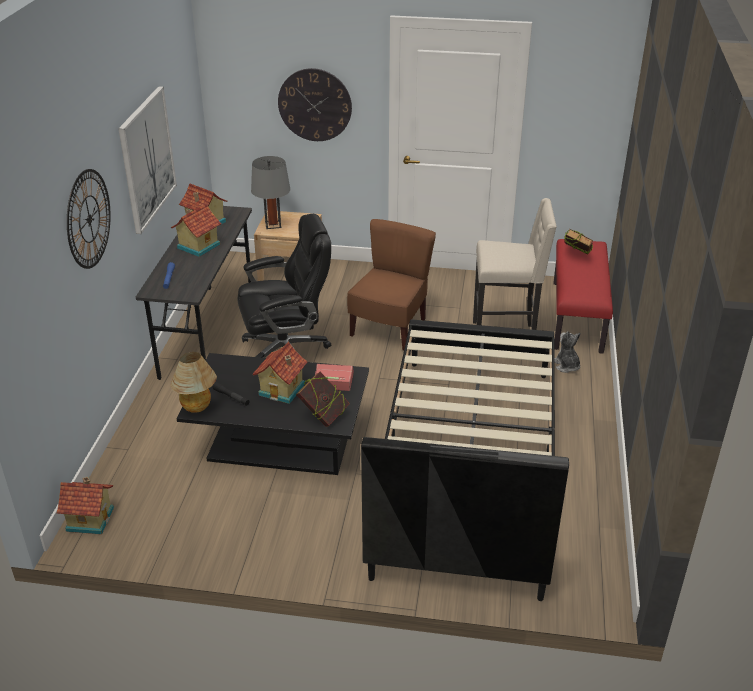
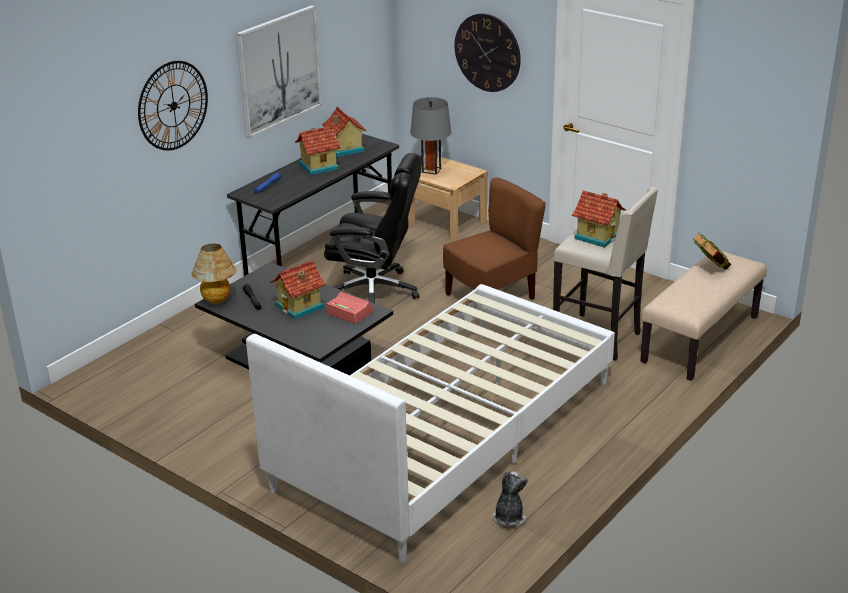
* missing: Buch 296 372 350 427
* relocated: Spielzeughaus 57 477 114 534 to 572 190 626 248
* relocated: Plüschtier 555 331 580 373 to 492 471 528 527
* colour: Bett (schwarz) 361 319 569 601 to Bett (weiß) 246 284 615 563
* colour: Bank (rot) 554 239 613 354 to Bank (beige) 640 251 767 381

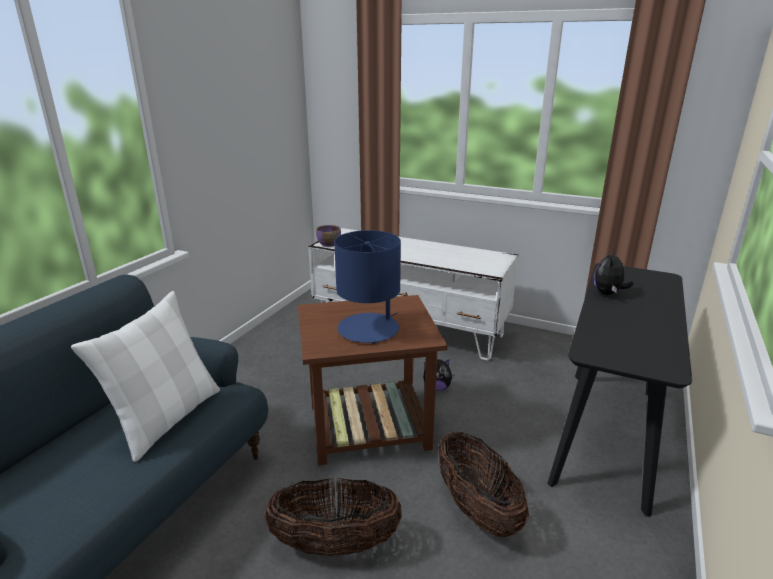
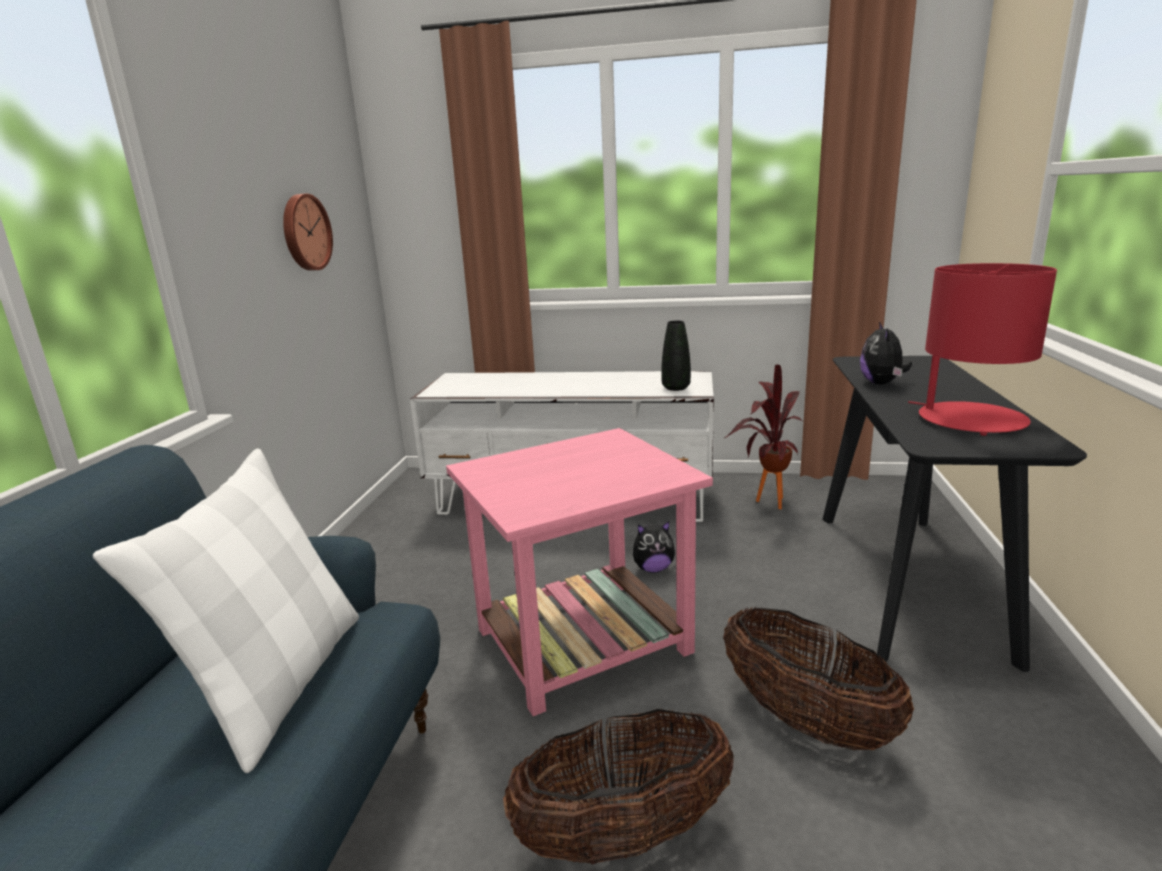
* missing: Schüssel (lila) 316 225 341 247
* missing: Tischlampe (blau) 334 230 401 344
* appeared: Wanduhr 283 194 333 271
* appeared: Vase (schwarz) 661 321 691 391
* appeared: Topfpflanze 725 364 802 509
* appeared: Tischlampe (rot) 908 263 1057 436
* colour: Beistelltisch (braun) 298 295 448 465 to Beistelltisch (rosa) 446 428 713 716

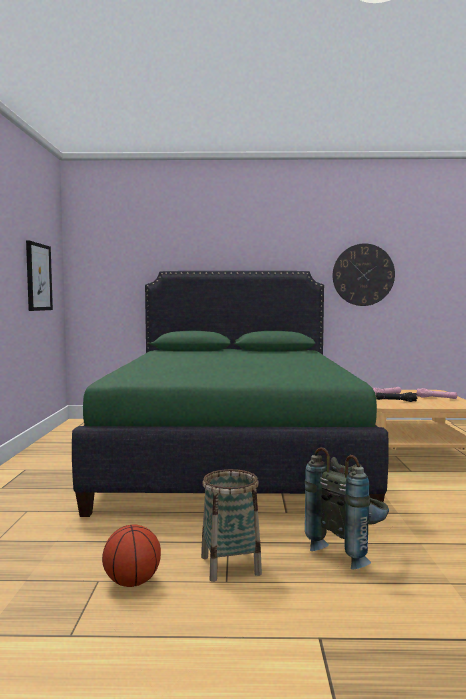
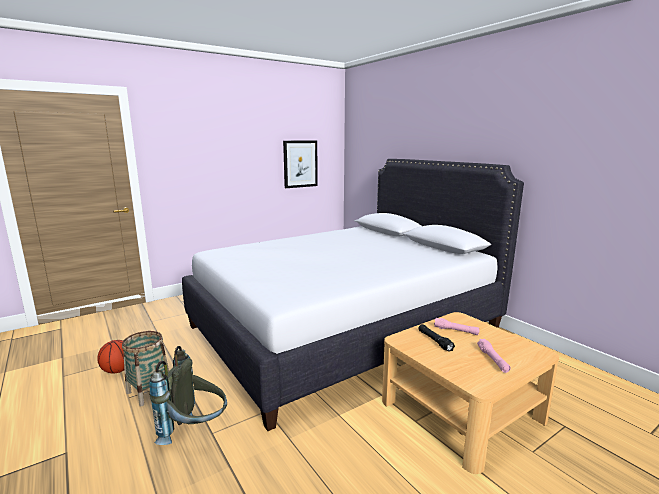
* missing: Wanduhr 333 243 395 306
* colour: Bett (grün) 72 271 389 517 to Bett (weiß) 182 159 524 431

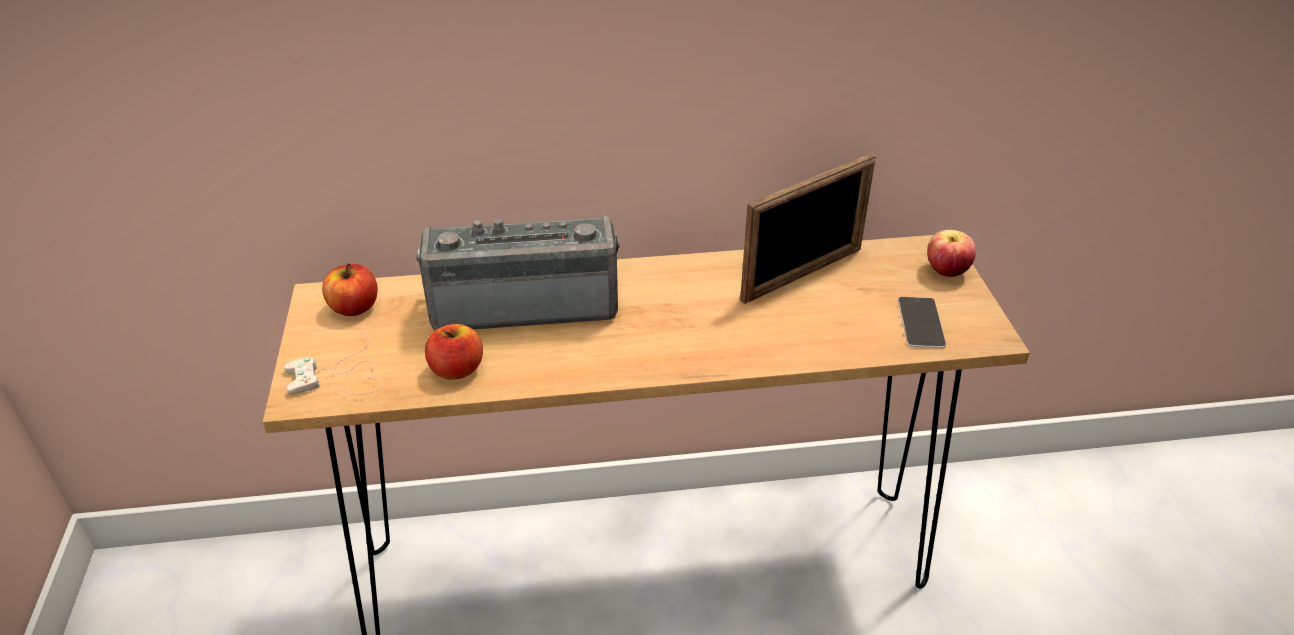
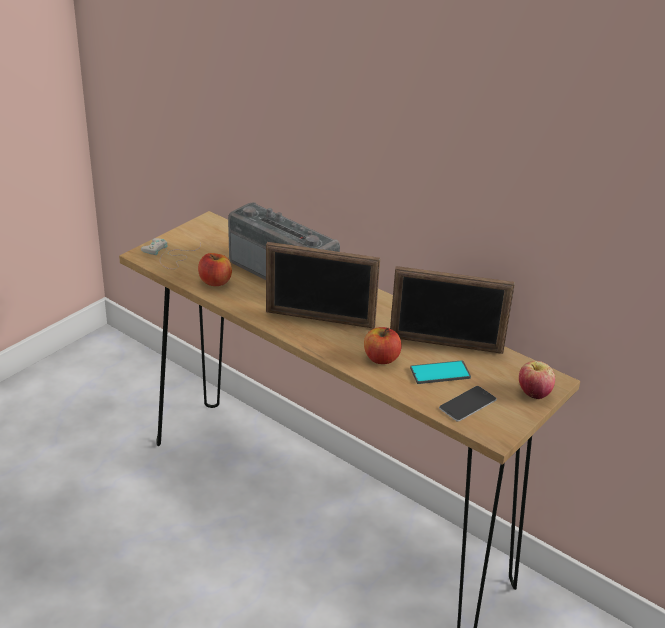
* appeared: Bilderrahmen 266 242 380 329
* appeared: Handy 410 360 471 384
* relocated: Apfel 322 263 378 316 to 364 327 402 364

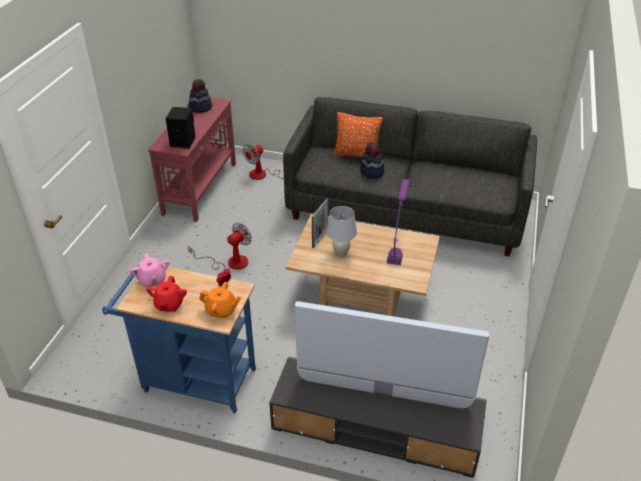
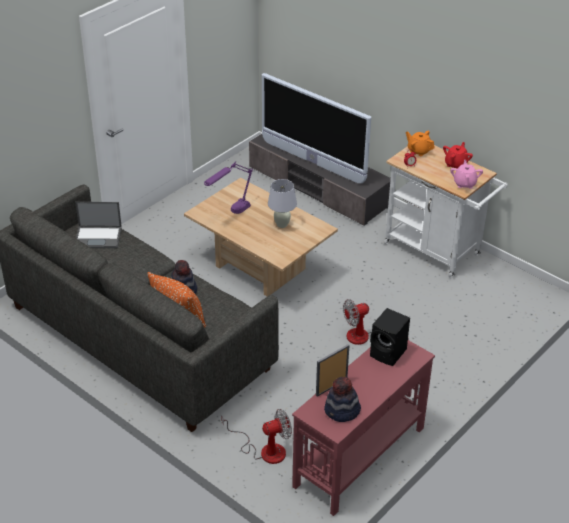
* appeared: Laptop 75 202 122 248
* relocated: Bilderrahmen 312 199 328 248 to 316 344 349 397
* colour: Rollwagen (blau) 102 266 256 413 to Rollwagen (weiß) 384 145 508 278

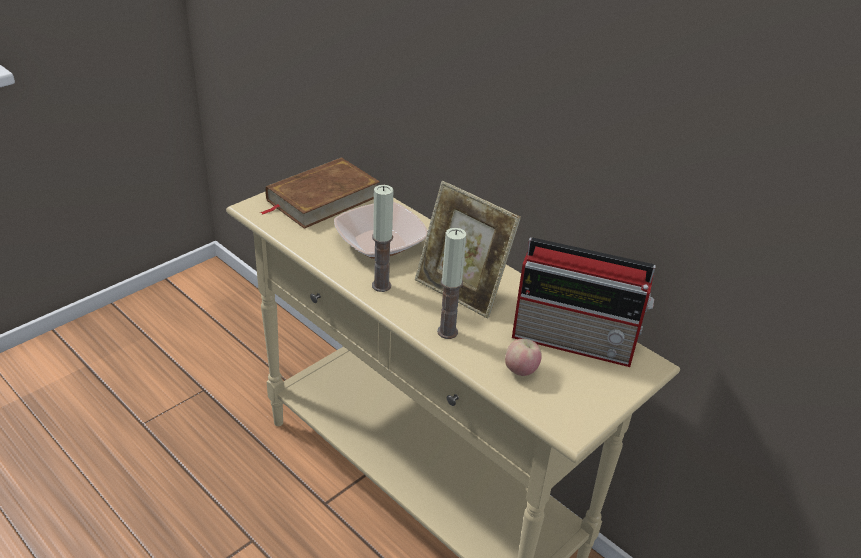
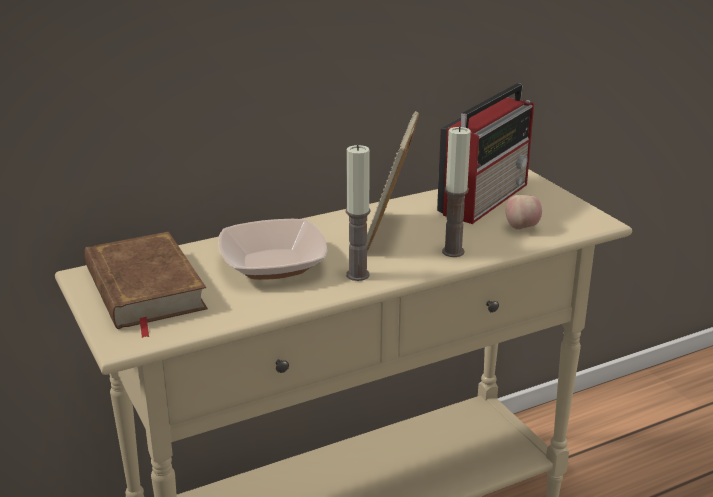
* spun: Bilderrahmen 415 181 521 318 = 366 111 419 251 135 degrees clockwise

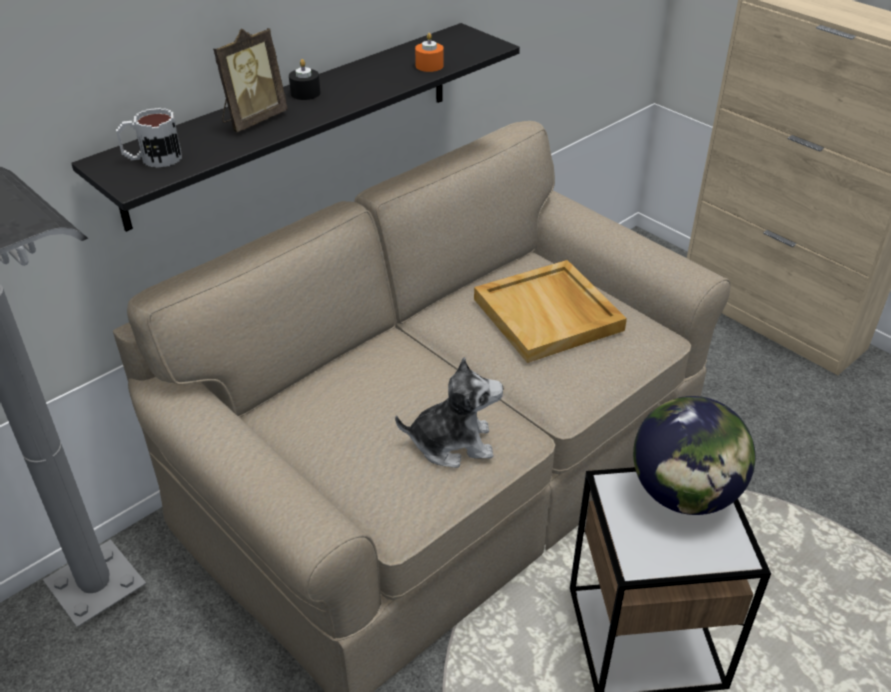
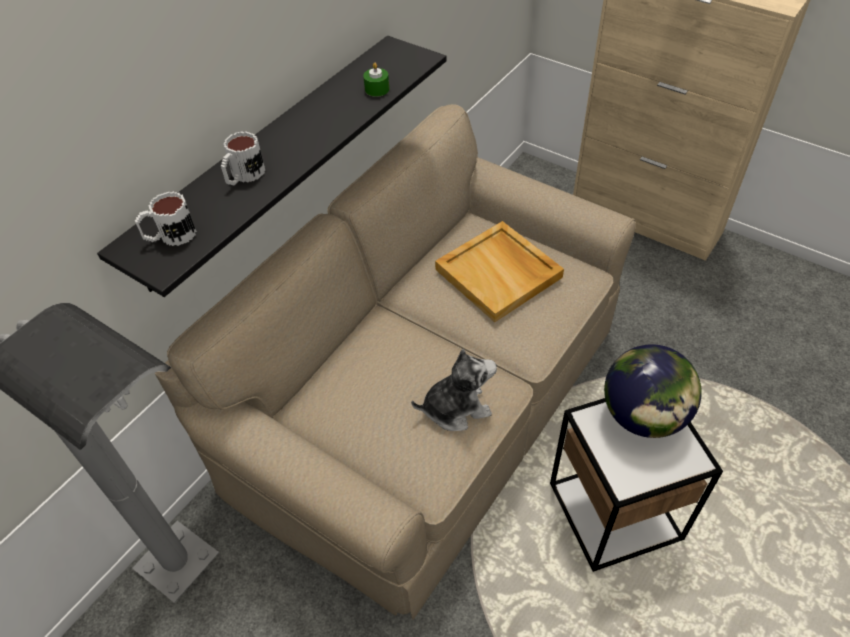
* missing: Kerze (schwarz) 289 59 321 100
* exchanged: Bilderrahmen 213 28 288 132 to Henkelbecher 221 131 265 185
* colour: Kerze (orange) 415 33 444 72 to Kerze (grün) 363 63 389 97

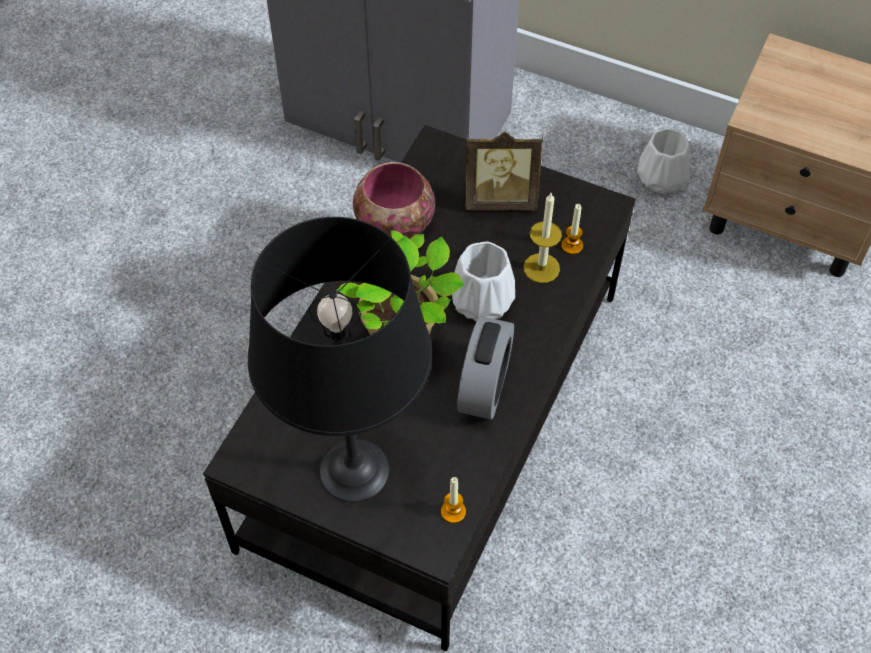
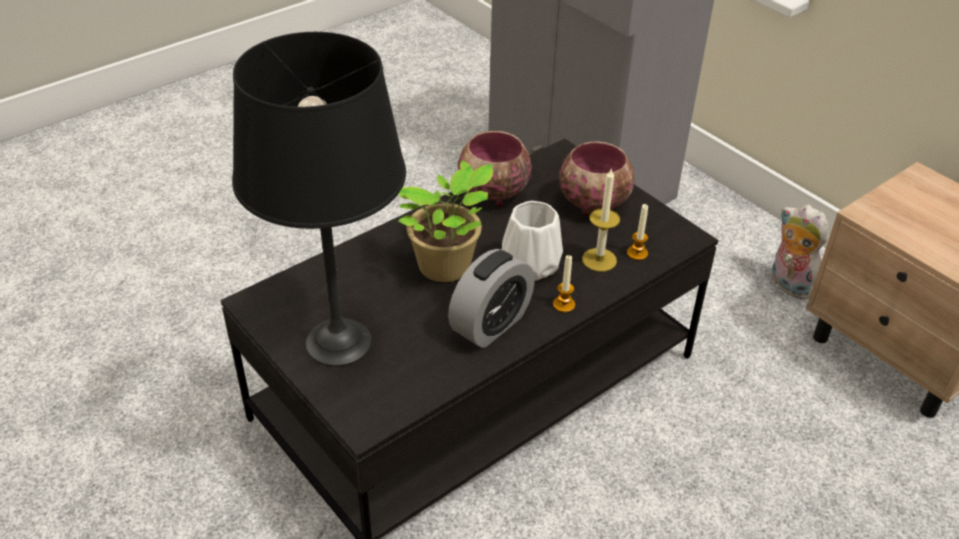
* relocated: Kerze 441 477 466 523 to 553 255 575 313
* exchanged: Bilderrahmen 465 132 543 210 to Schüssel 559 142 635 215
* exchanged: Vase (weiß) 637 129 690 194 to Plüschtier 772 204 828 299

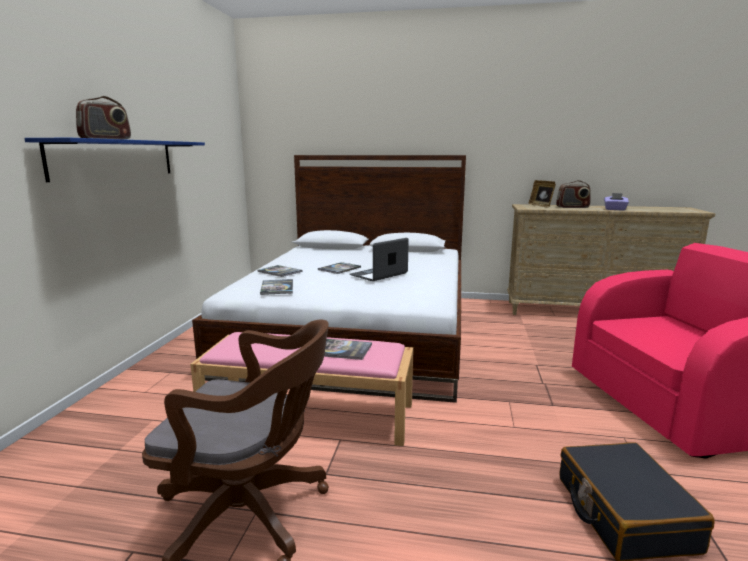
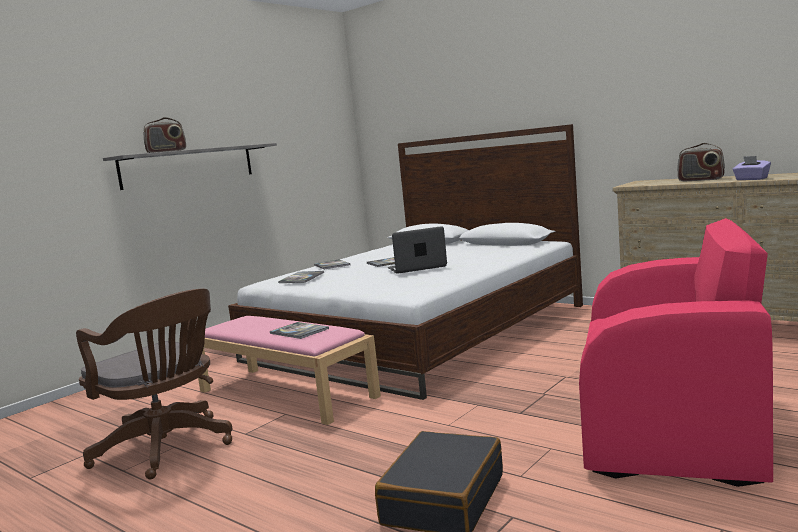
* missing: Bilderrahmen 529 180 556 208
* colour: Wandregal (blau) 24 138 205 182 to Wandregal (grau) 103 143 277 190

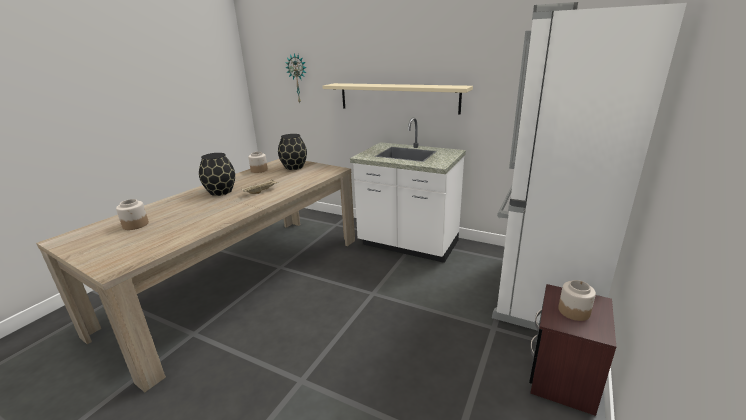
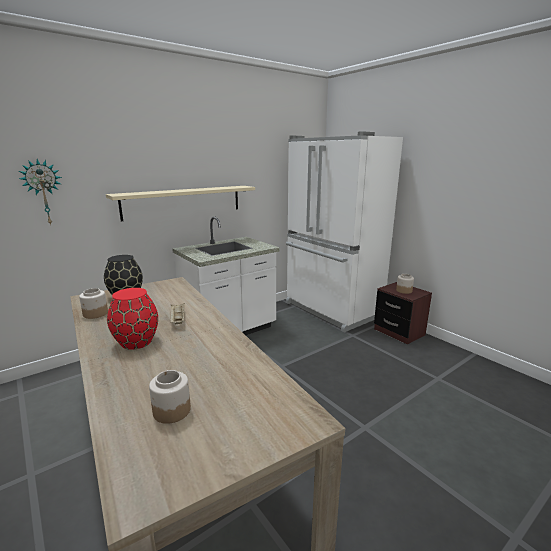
* colour: Vase (schwarz) 199 153 235 196 to Vase (rot) 107 288 158 350

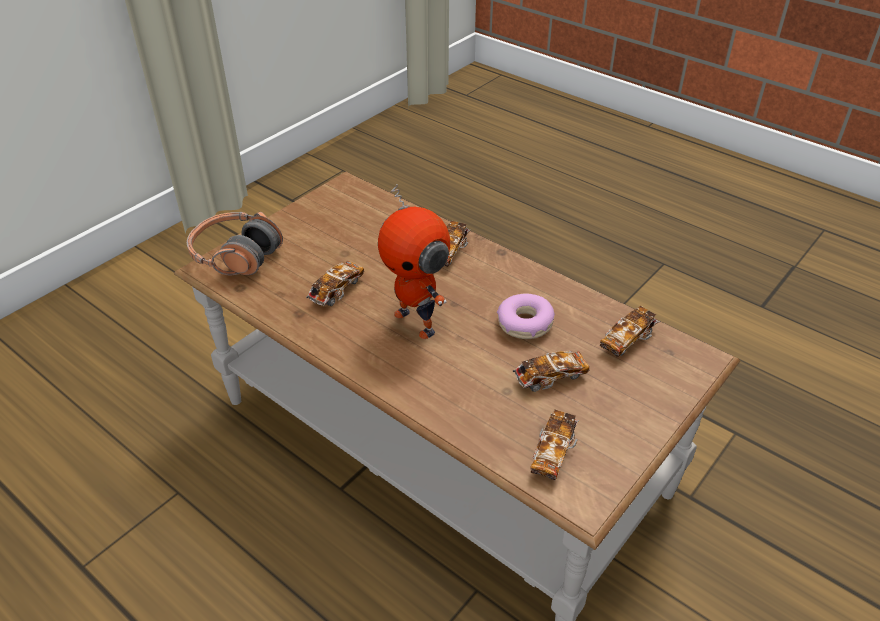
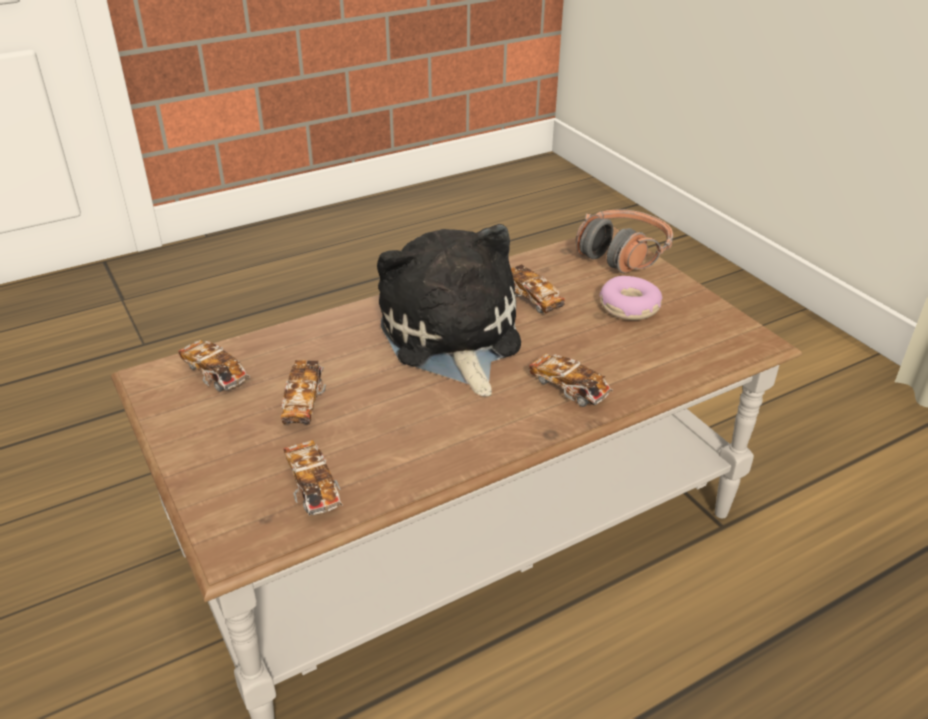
* relocated: Donut 497 293 555 339 to 599 276 663 320
* exchanged: Spielzeugroboter 378 184 450 339 to Plüschtier 377 224 521 396

